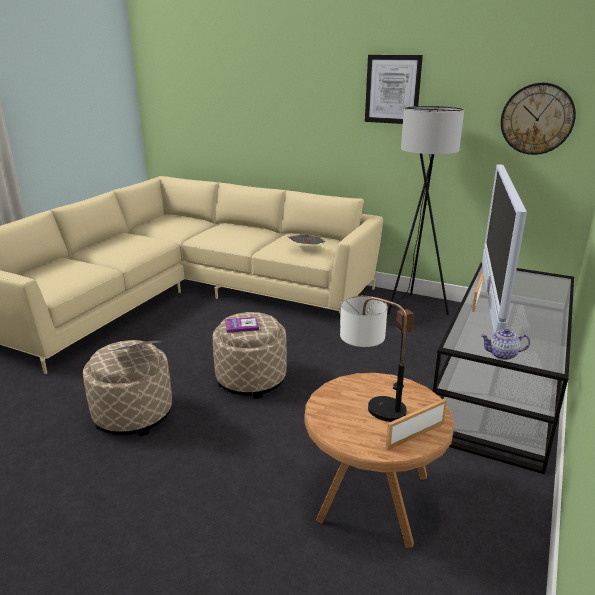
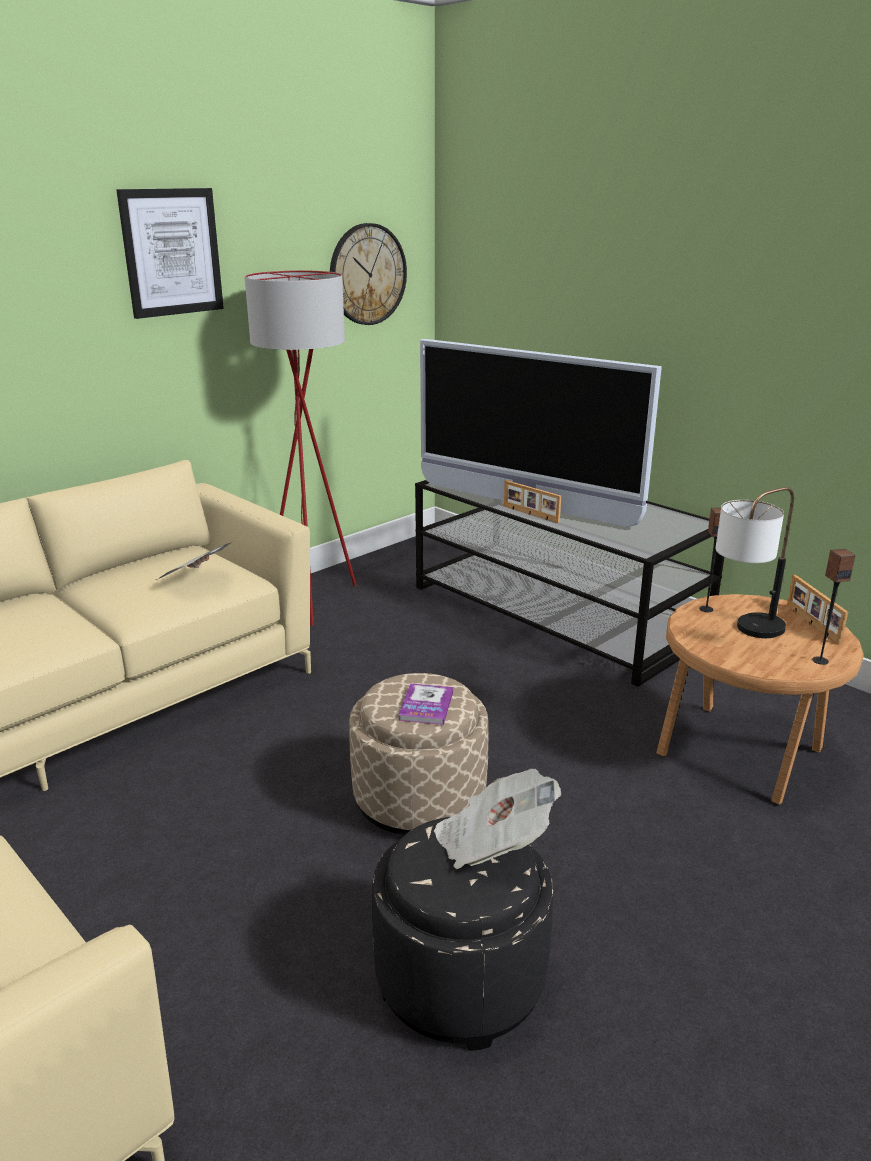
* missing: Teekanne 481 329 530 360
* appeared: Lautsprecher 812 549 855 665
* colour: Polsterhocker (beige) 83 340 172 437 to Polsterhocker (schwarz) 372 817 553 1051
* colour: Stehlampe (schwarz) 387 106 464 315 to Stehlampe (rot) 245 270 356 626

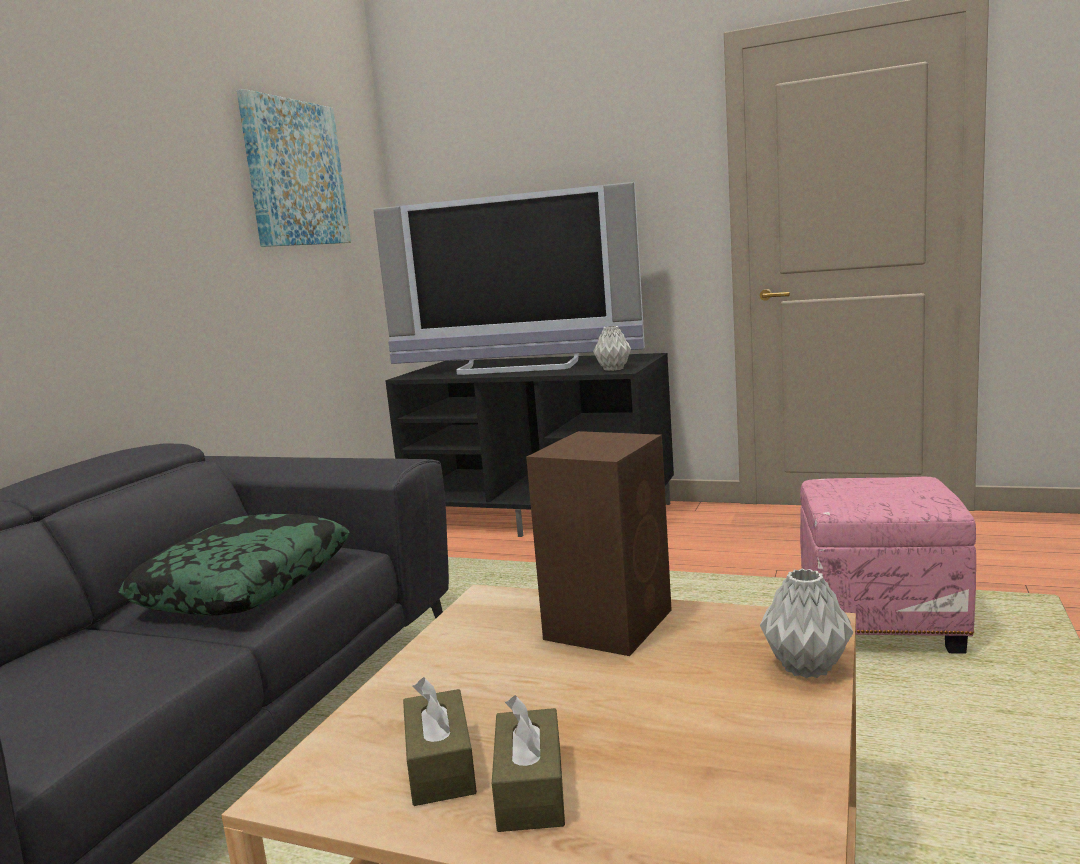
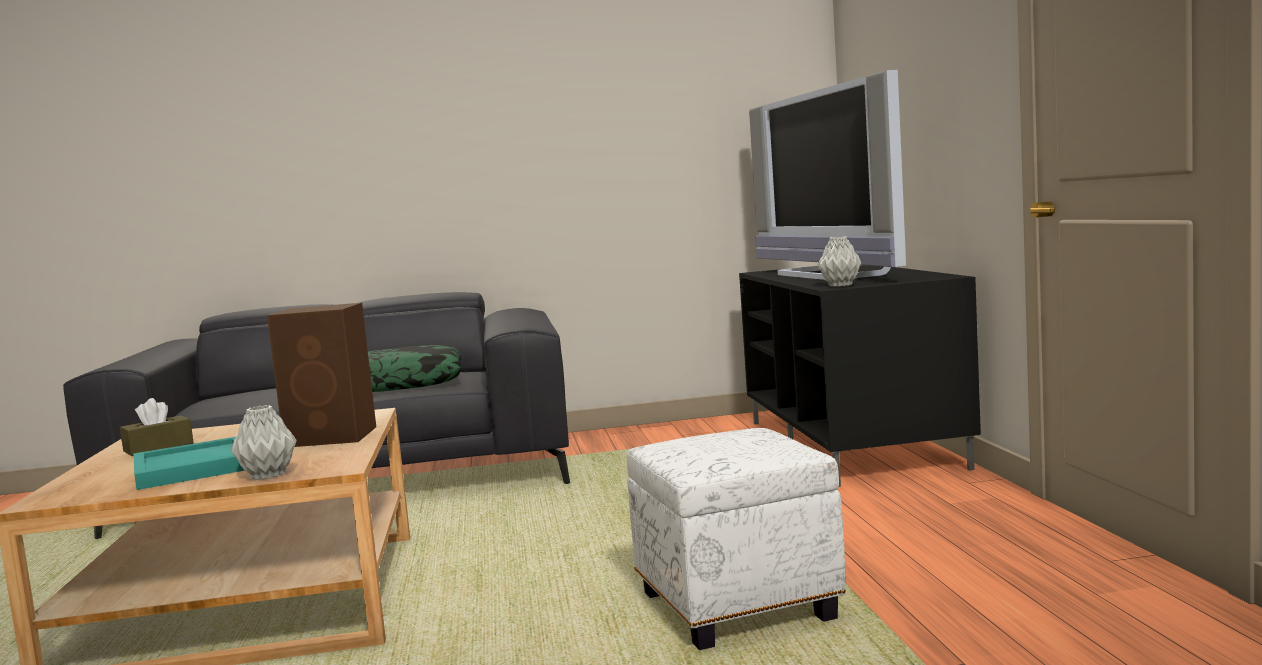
* missing: Bild 237 89 351 247
* missing: Taschentuchbox (braun) 492 695 565 832
* appeared: Tablett (türkis) 133 437 244 490
* colour: Polsterhocker (rosa) 800 477 976 654 to Polsterhocker (weiß) 627 428 846 650

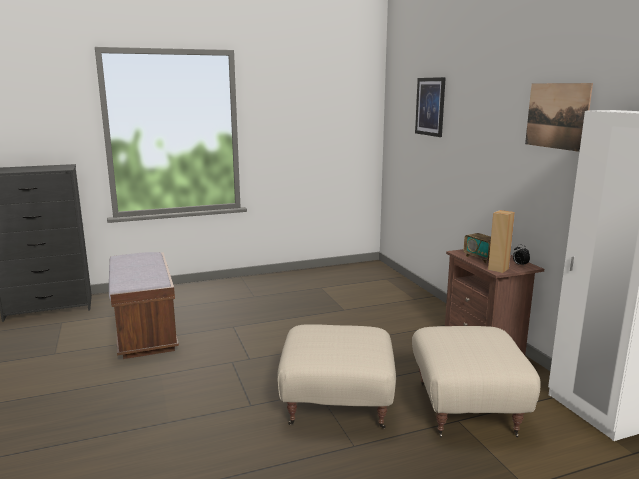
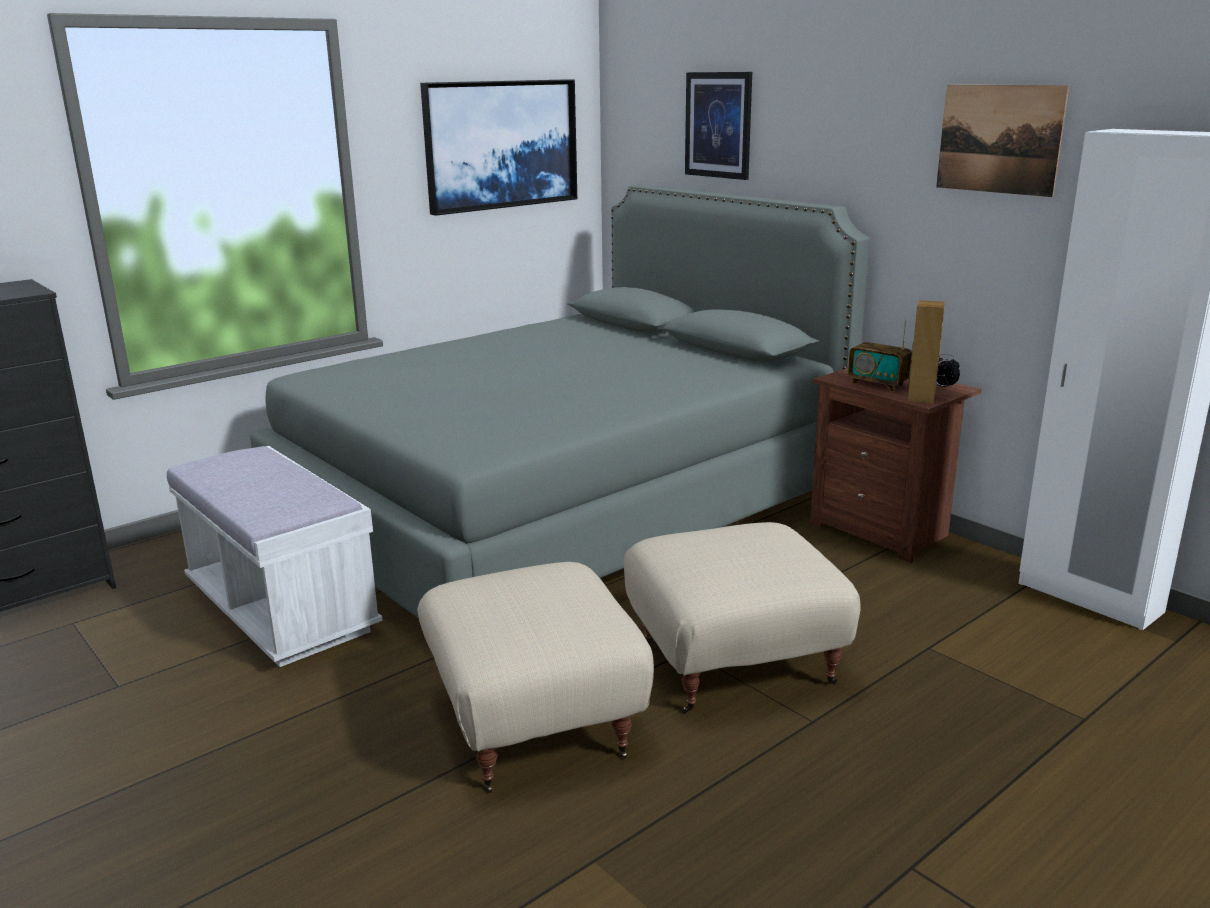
* appeared: Bett (grau) 250 185 870 619
* appeared: Bild 420 79 577 216
* relocated: Polsterhocker (beige) 412 326 541 437 to 417 562 654 793
* colour: Bank (braun) 109 252 179 359 to Bank (weiß) 166 446 383 667

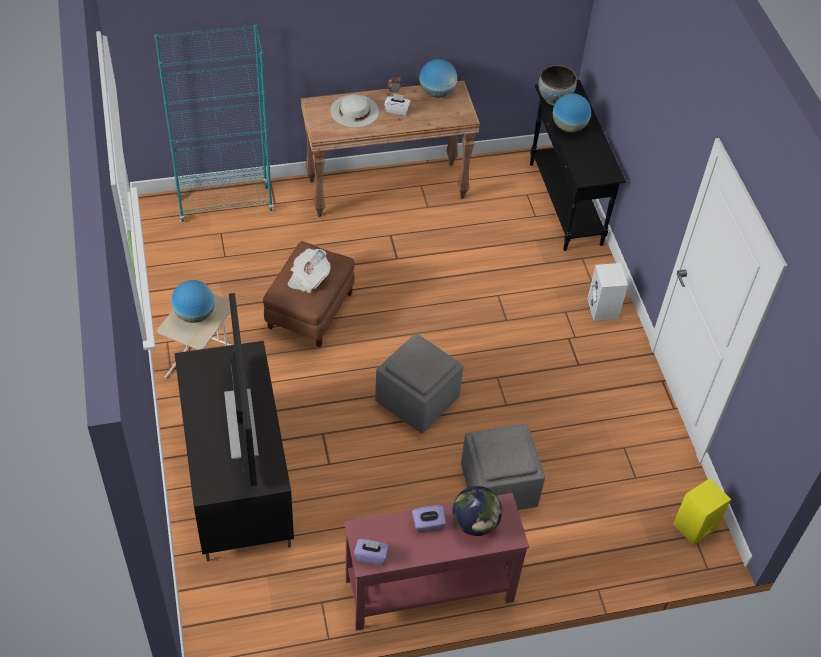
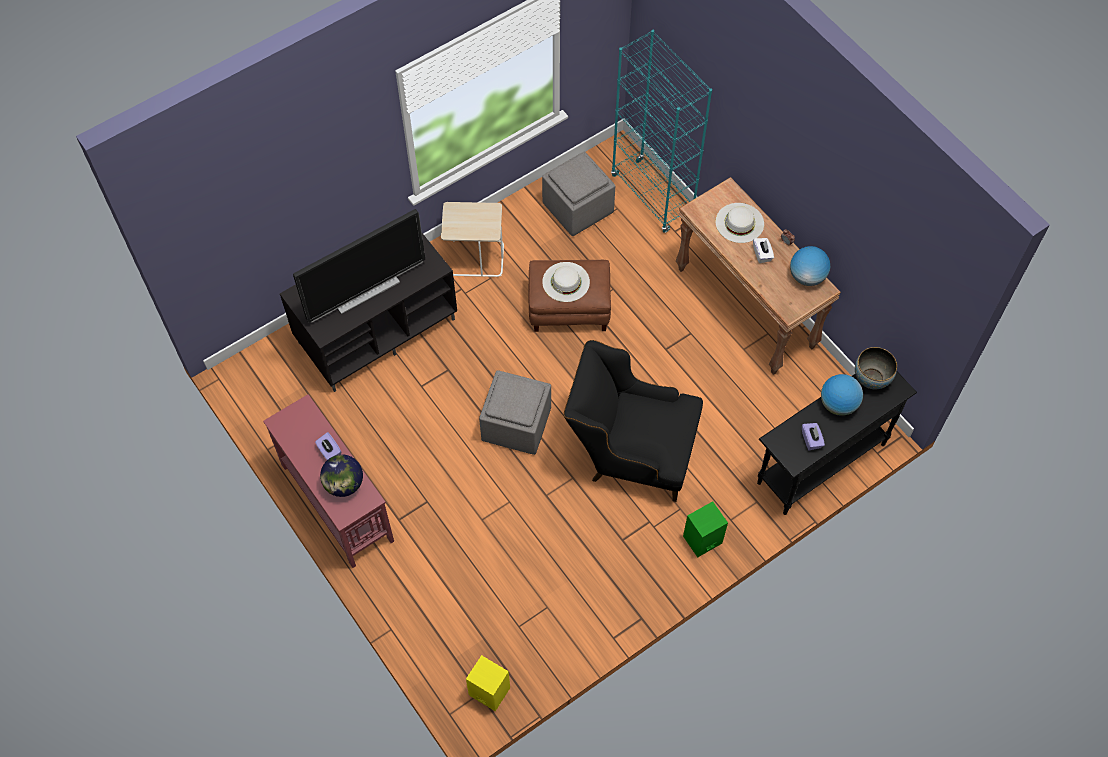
* missing: Globus 171 280 215 323
* appeared: Sessel (schwarz) 564 340 703 502
* relocated: Taschentuchbox (lila) 354 539 389 565 to 802 423 825 450
* relocated: Polsterhocker (grau) 461 424 545 510 to 542 152 615 236
* exchanged: Zeitung 288 248 331 293 to Hut (weiß) 542 262 590 302
* colour: Lautsprecher (weiß) 587 263 628 321 to Lautsprecher (grün) 683 501 728 558

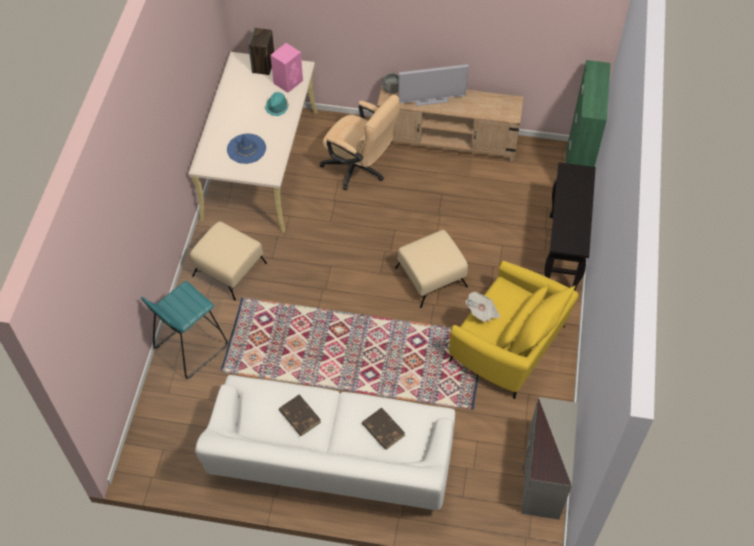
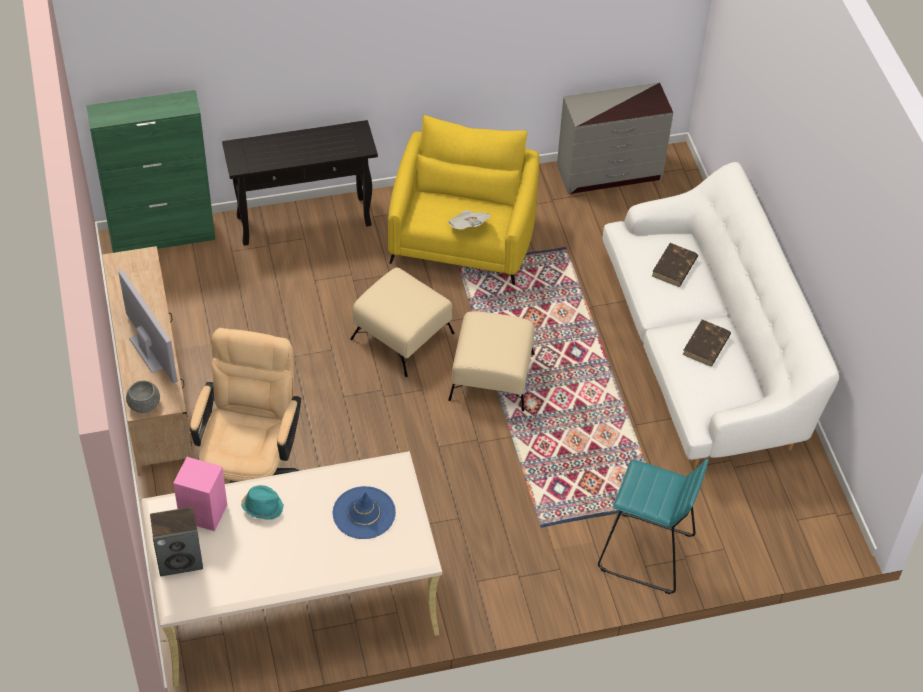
* relocated: Polsterhocker (beige) 190 221 267 301 to 448 311 535 411

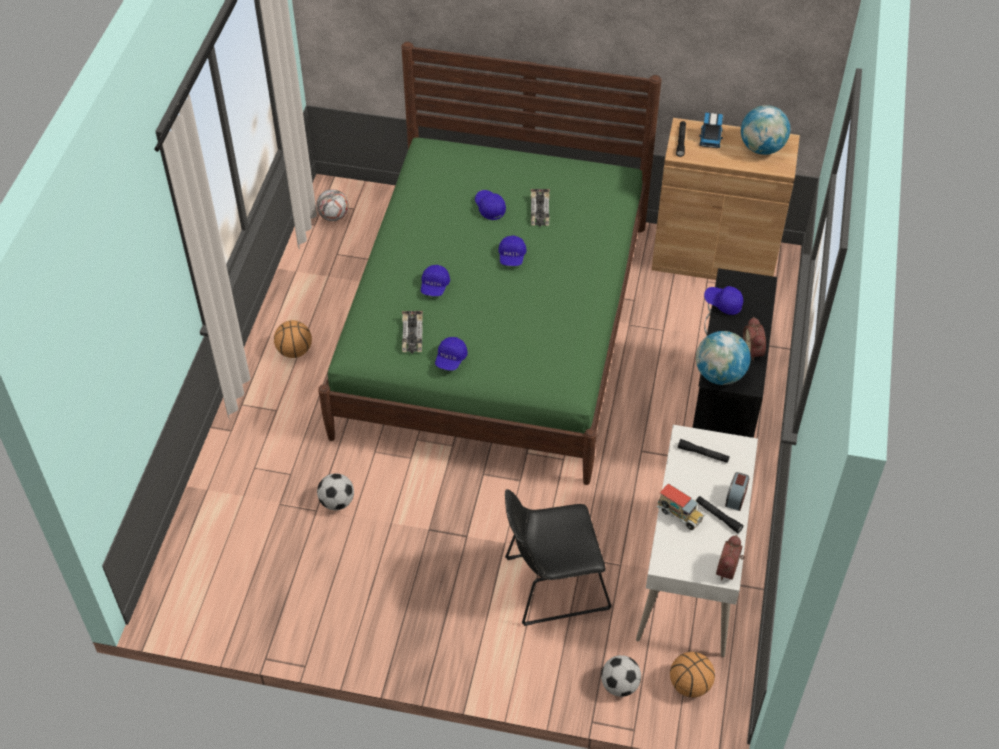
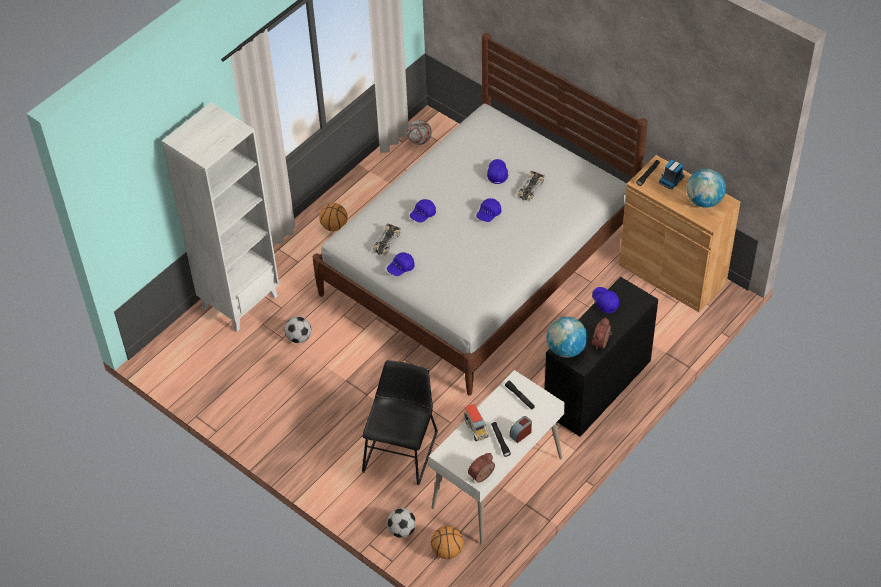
* appeared: Bücherregal (weiß) 162 102 279 332
* colour: Bett (grün) 318 42 662 485 to Bett (weiß) 312 33 648 396
* spun: Stuhl (schwarz) 505 489 612 626 = 362 360 438 485 90 degrees clockwise

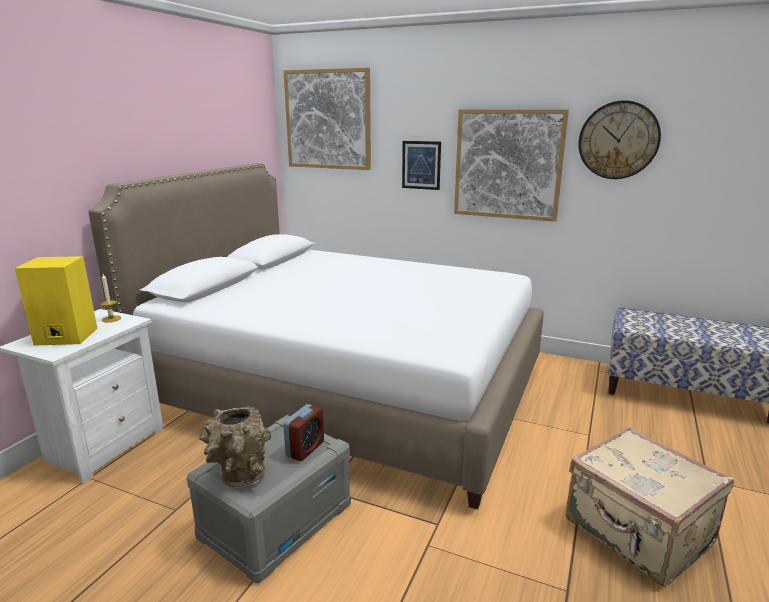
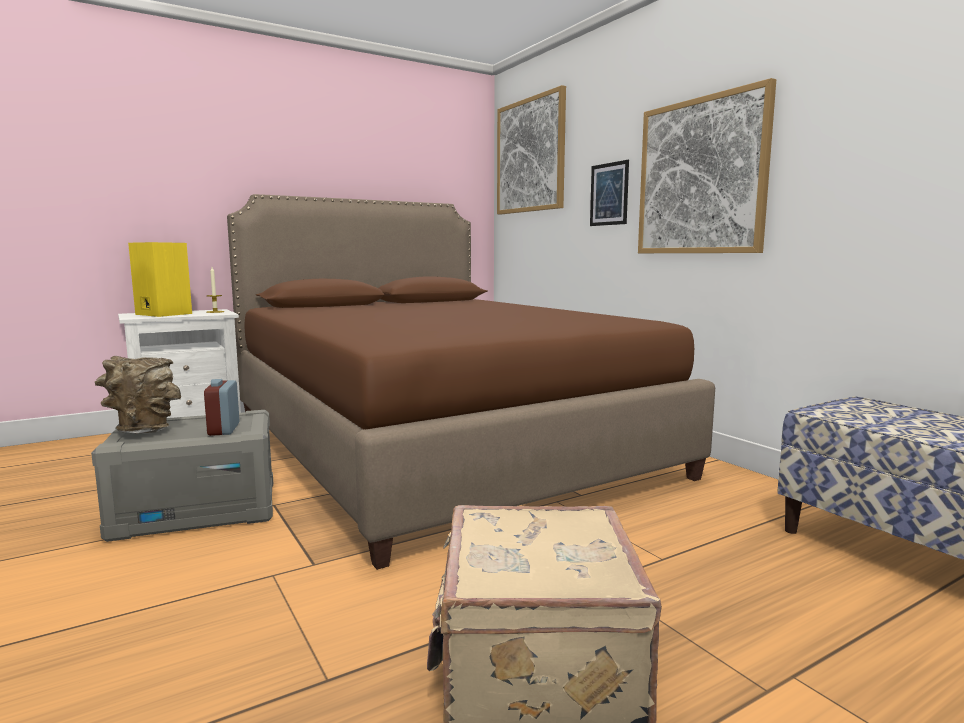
* missing: Wanduhr 578 100 661 179
* colour: Bett (weiß) 88 163 544 510 to Bett (braun) 227 194 715 570
* spun: Wecker 283 404 324 461 = 204 379 239 436 105 degrees clockwise

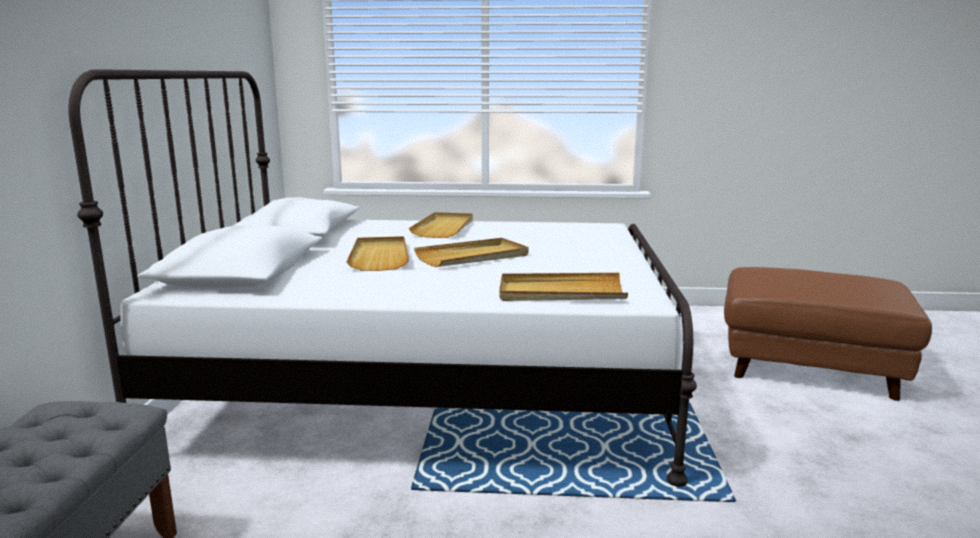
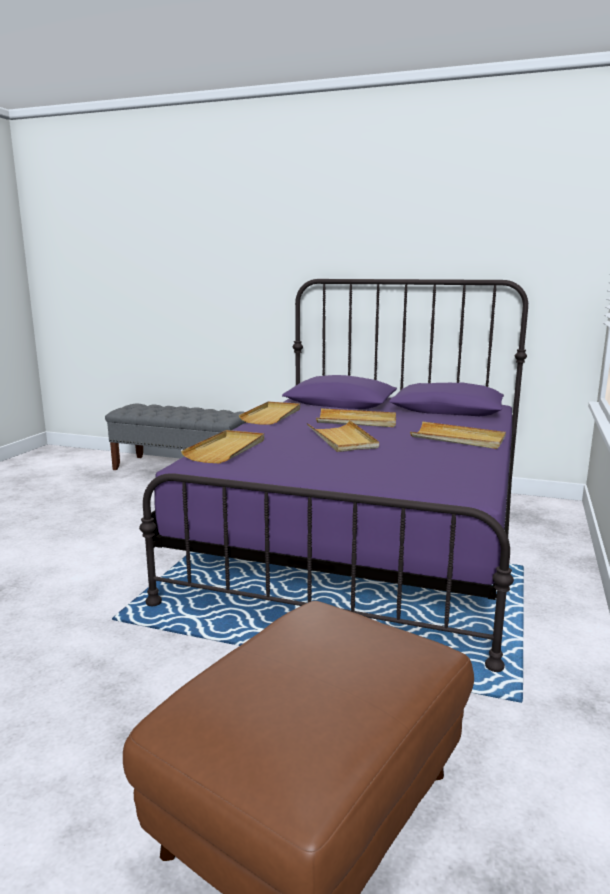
* appeared: Tablett (beige) 239 402 300 425
* colour: Bett (weiß) 69 69 697 487 to Bett (lila) 139 279 528 672

